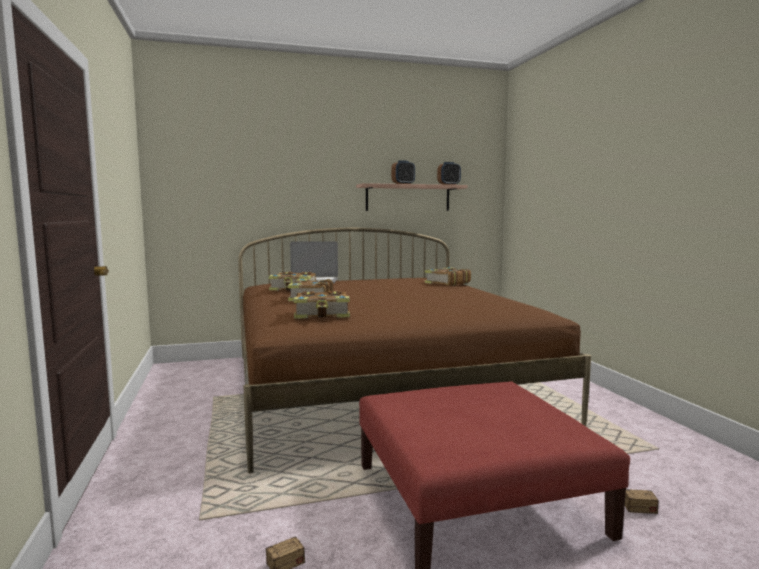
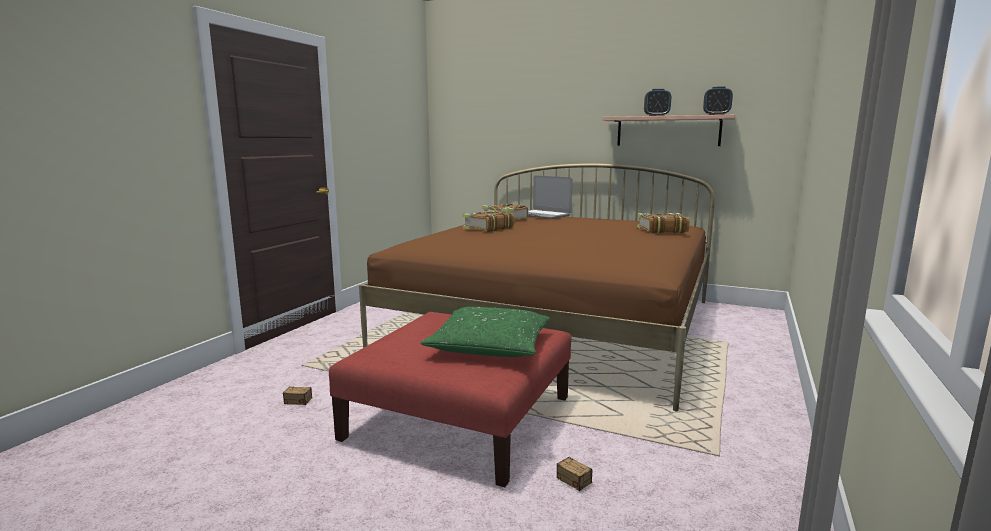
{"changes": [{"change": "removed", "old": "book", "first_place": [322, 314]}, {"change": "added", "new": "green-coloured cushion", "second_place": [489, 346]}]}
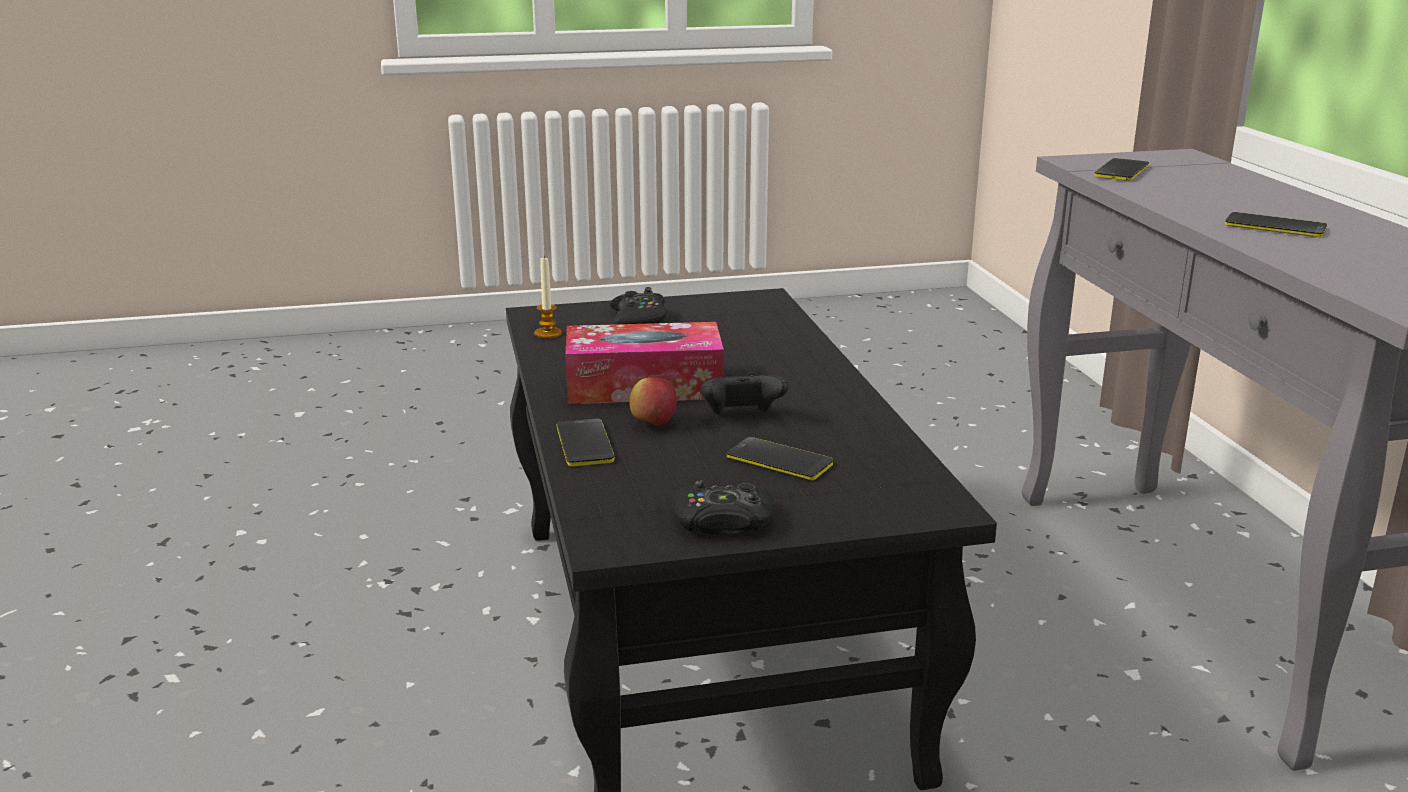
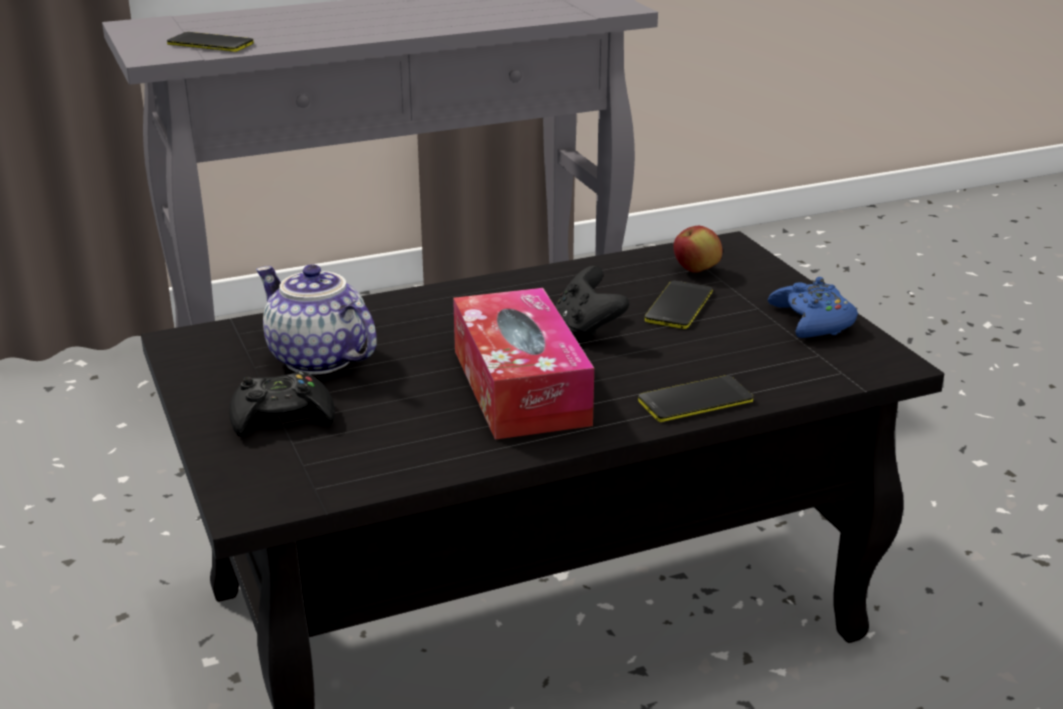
{"changes": [{"change": "removed", "old": "wax light", "first_place": [548, 333]}, {"change": "removed", "old": "telephone", "first_place": [1275, 227]}, {"change": "added", "new": "tea pot", "second_place": [315, 359]}, {"change": "moved", "old": "apple", "first_place": [653, 423], "second_place": [696, 271]}, {"change": "recoloured", "old": "black joypad", "new": "bluish joypad", "first_place": [722, 521], "second_place": [812, 321]}]}
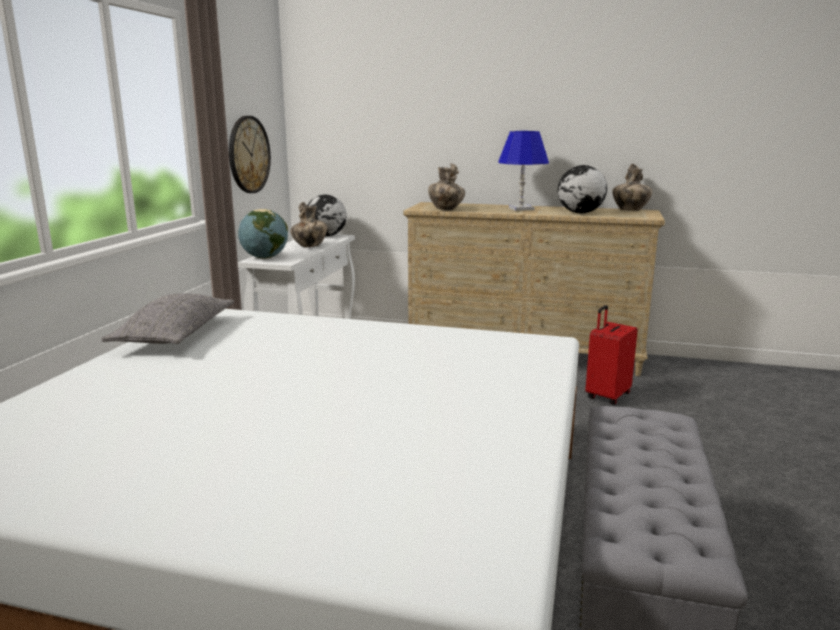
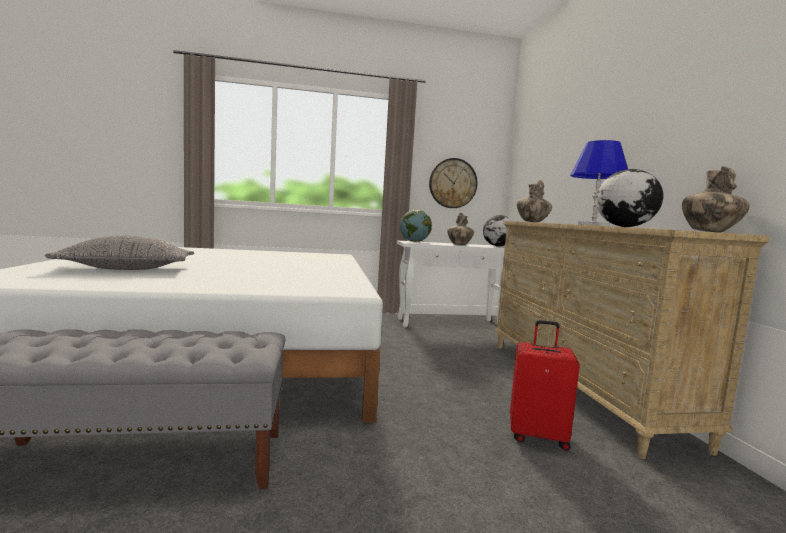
{"changes": [{"change": "moved", "old": "gray cushion", "first_place": [175, 336], "second_place": [127, 269]}]}
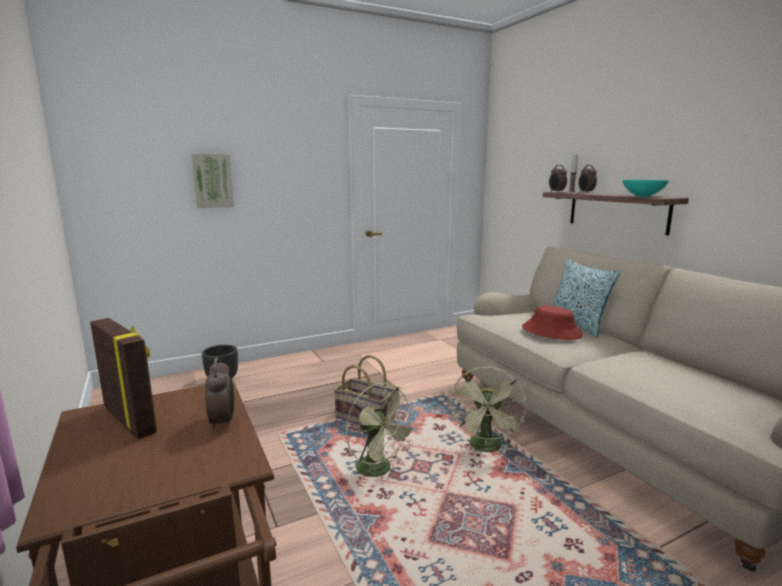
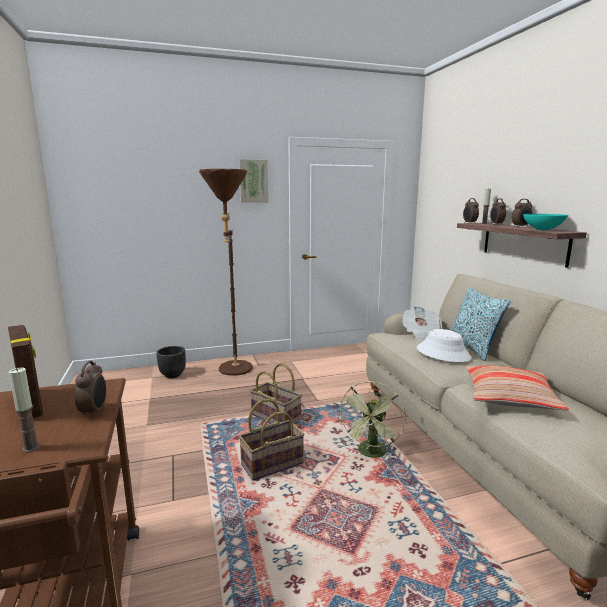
{"changes": [{"change": "added", "new": "wax light", "second_place": [31, 448]}, {"change": "added", "new": "brown standing lamp", "second_place": [233, 372]}, {"change": "added", "new": "printed paper", "second_place": [421, 335]}, {"change": "added", "new": "cushion", "second_place": [509, 397]}, {"change": "added", "new": "table clock", "second_place": [521, 227]}, {"change": "moved", "old": "picture", "first_place": [213, 180], "second_place": [253, 181]}, {"change": "replaced", "old": "green-coloured cooling fan", "new": "household basket", "first_place": [380, 470], "second_place": [272, 463]}, {"change": "recoloured", "old": "red hat", "new": "white hat", "first_place": [551, 331], "second_place": [443, 353]}]}
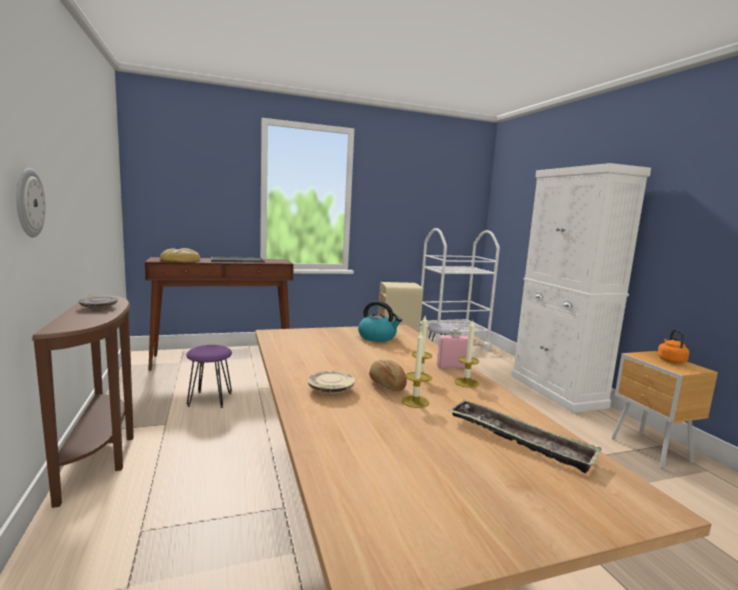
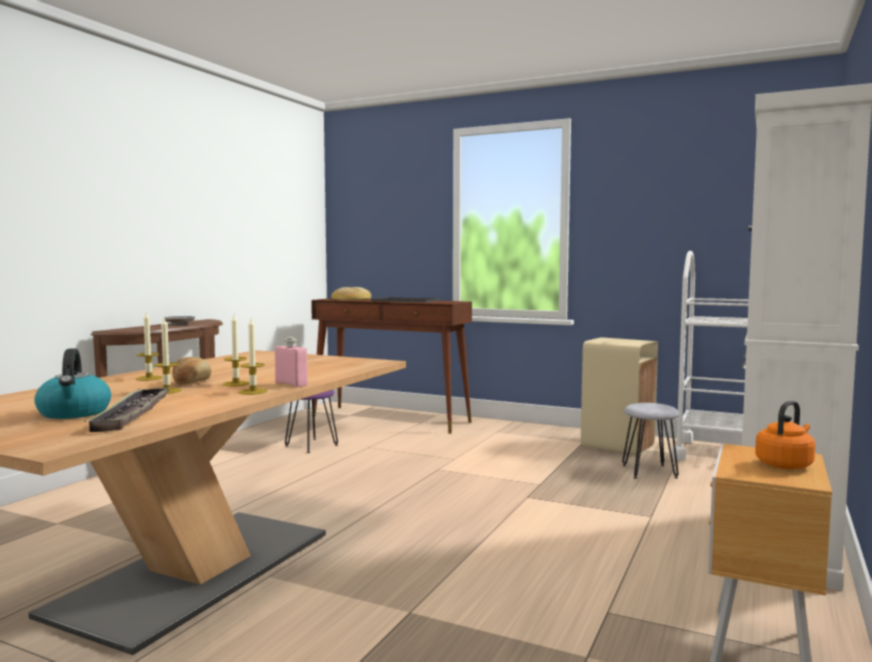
{"changes": [{"change": "removed", "old": "clock on the wall", "first_place": [28, 203]}, {"change": "moved", "old": "kettle", "first_place": [378, 337], "second_place": [74, 413]}, {"change": "replaced", "old": "beige flat dish", "new": "wax light", "first_place": [330, 390], "second_place": [149, 378]}]}
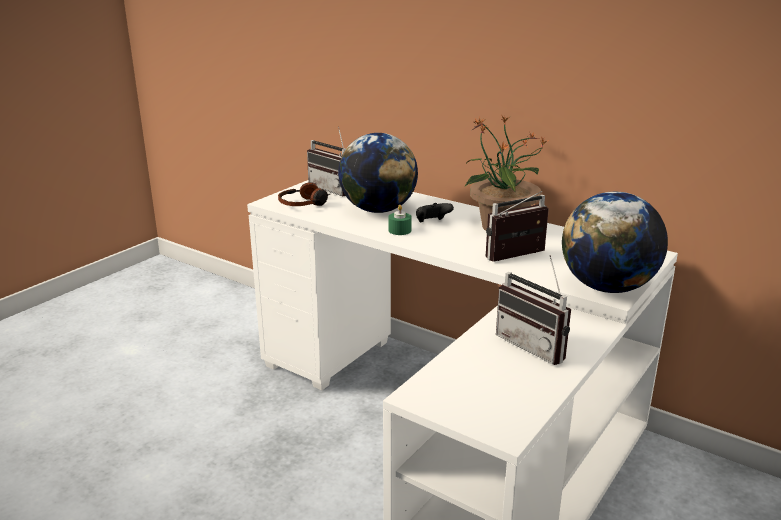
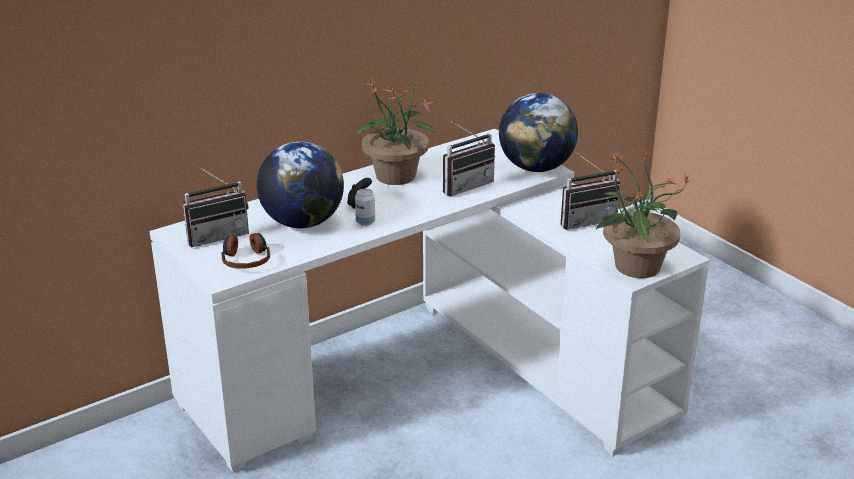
{"changes": [{"change": "added", "new": "houseplant", "second_place": [636, 267]}, {"change": "replaced", "old": "green-coloured wax light", "new": "sealed can", "first_place": [399, 230], "second_place": [365, 222]}, {"change": "turned", "old": "radio", "first_place": [518, 258], "second_place": [465, 185], "degrees": -120}]}
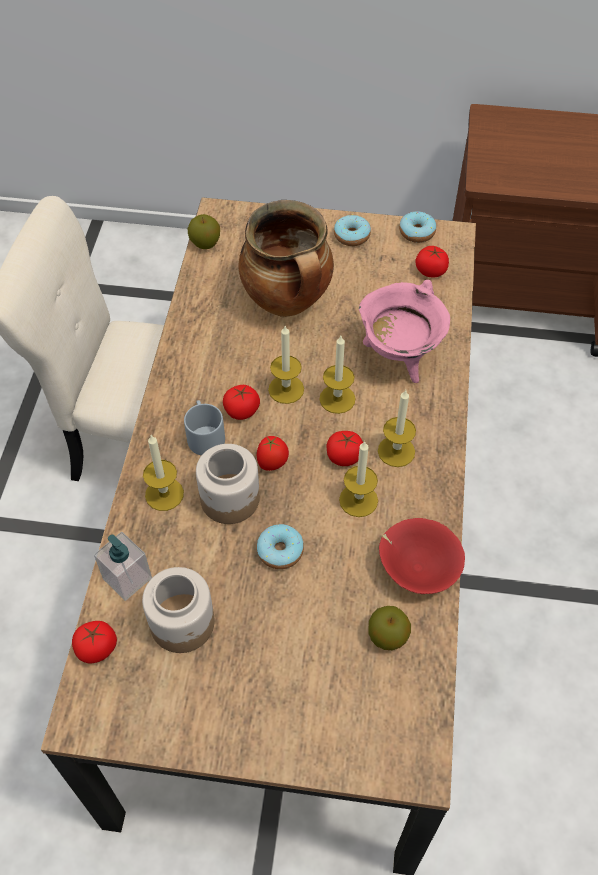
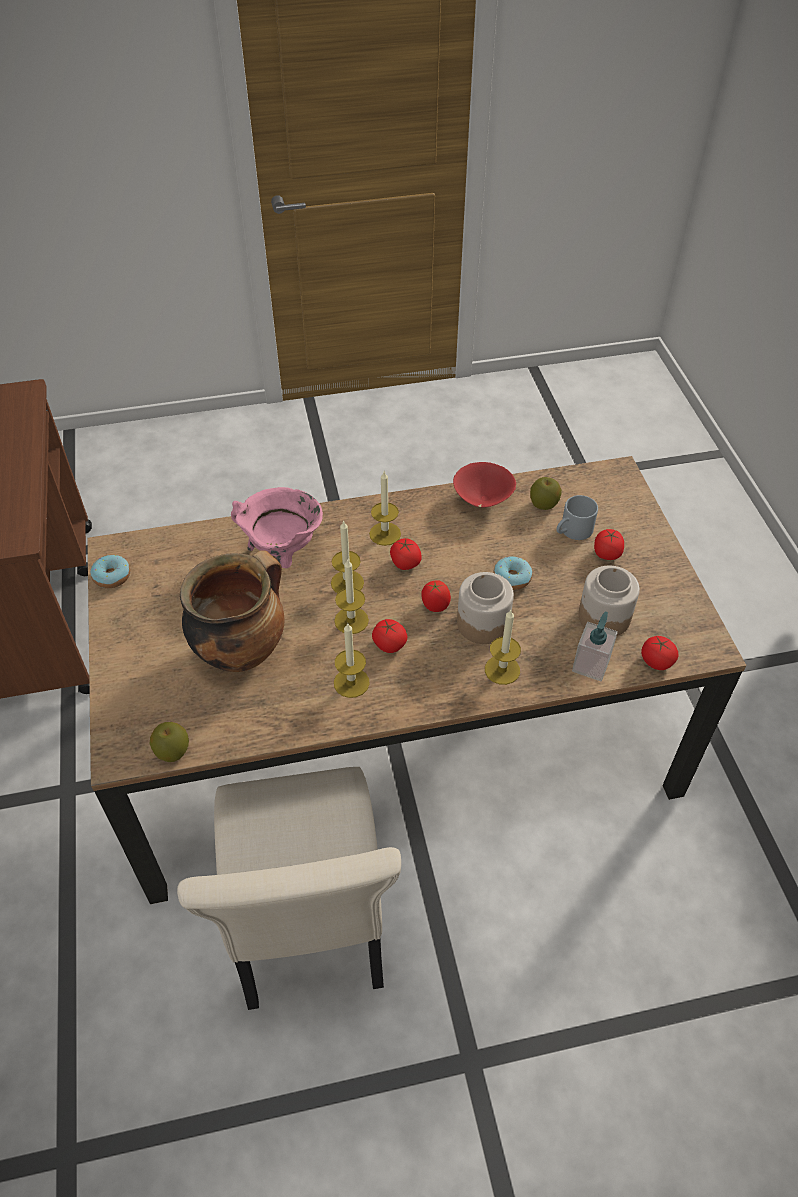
{"changes": [{"change": "removed", "old": "donut", "first_place": [351, 236]}, {"change": "moved", "old": "gray tea mug", "first_place": [204, 435], "second_place": [573, 531]}, {"change": "moved", "old": "wax light", "first_place": [358, 500], "second_place": [351, 682]}, {"change": "moved", "old": "whole tomato", "first_place": [431, 271], "second_place": [606, 553]}]}
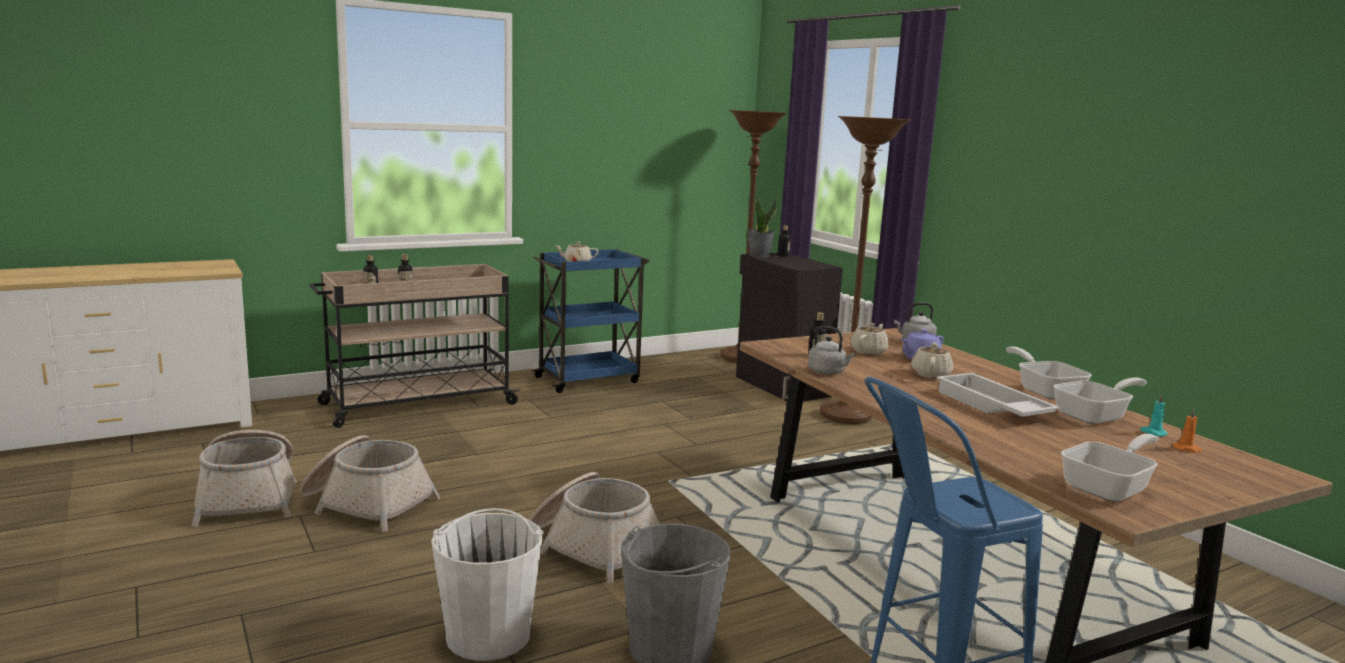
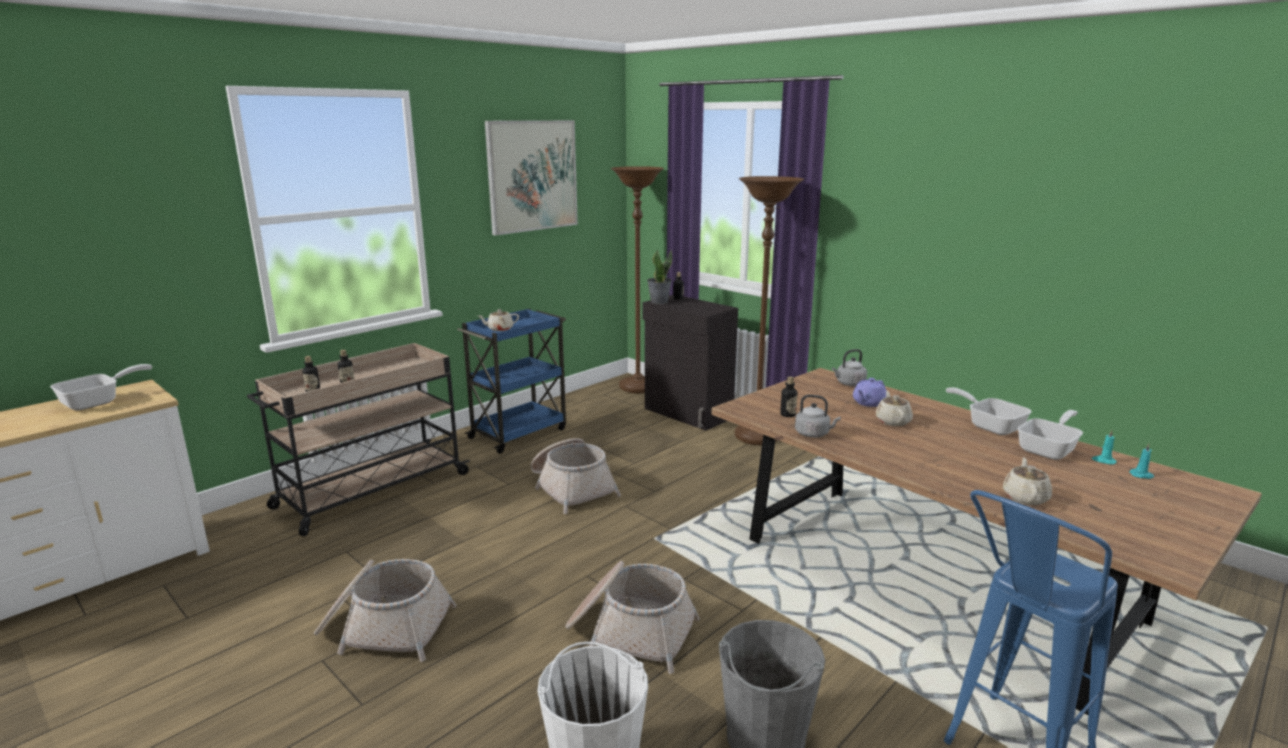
{"changes": [{"change": "removed", "old": "white carrying tray", "first_place": [991, 406]}, {"change": "added", "new": "picture", "second_place": [532, 176]}, {"change": "moved", "old": "household basket", "first_place": [249, 497], "second_place": [572, 488]}, {"change": "moved", "old": "beige tea pot", "first_place": [869, 351], "second_place": [1025, 497]}, {"change": "moved", "old": "pan", "first_place": [1110, 488], "second_place": [98, 402]}, {"change": "recoloured", "old": "orange-coloured wax light", "new": "blue-green wax light", "first_place": [1187, 449], "second_place": [1141, 475]}]}
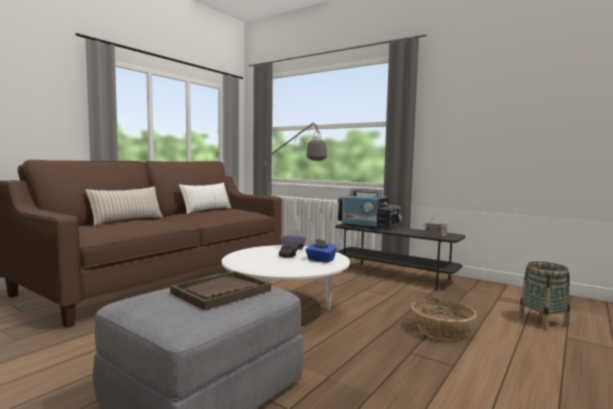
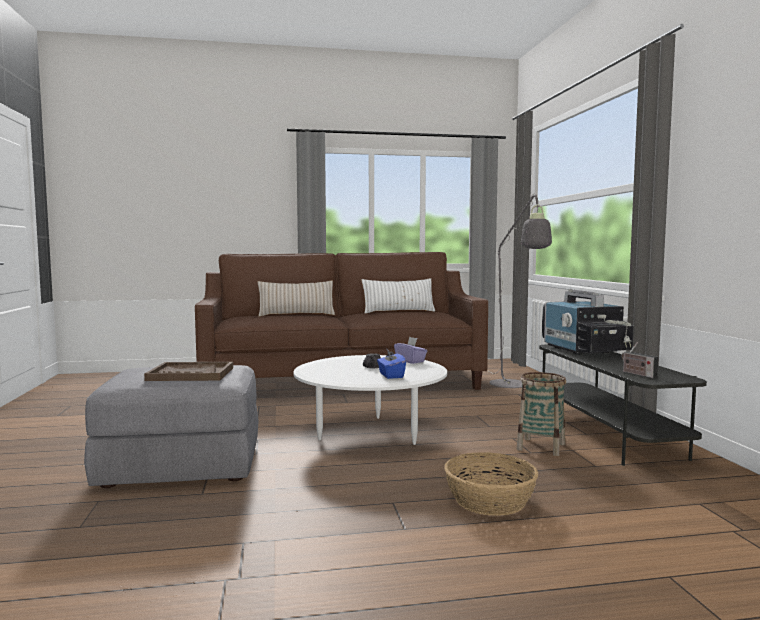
{"changes": [{"change": "moved", "old": "household basket", "first_place": [543, 321], "second_place": [541, 447]}]}
